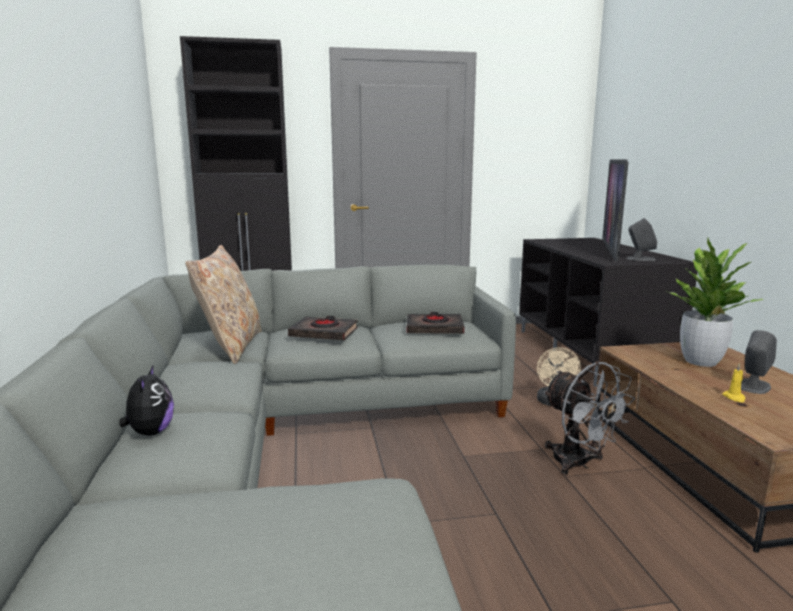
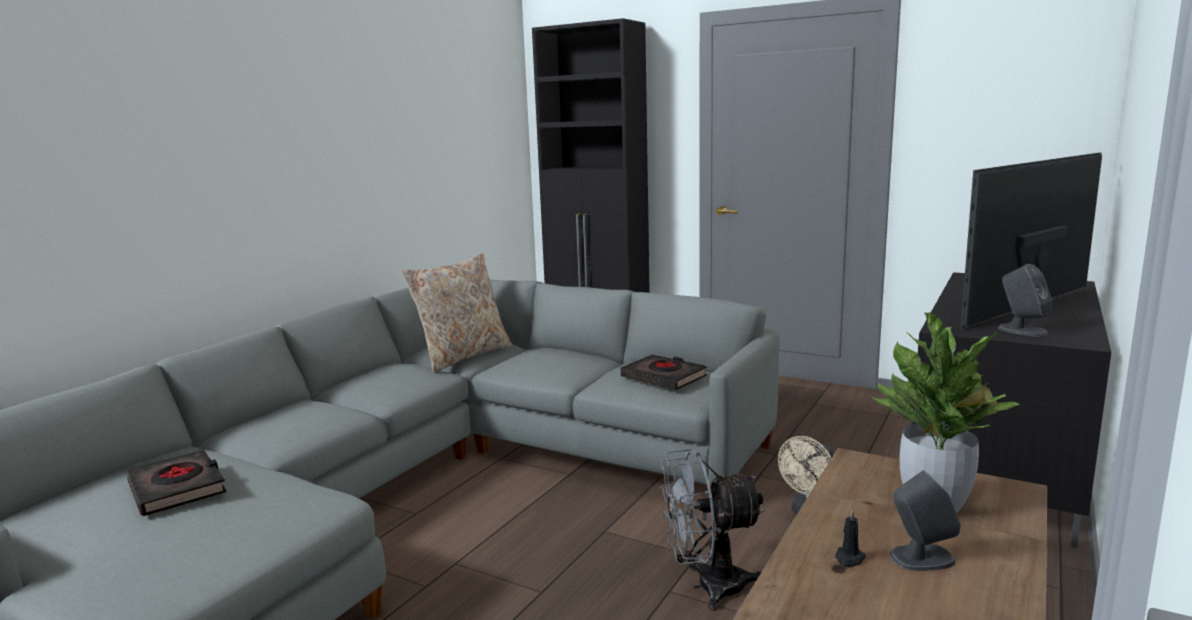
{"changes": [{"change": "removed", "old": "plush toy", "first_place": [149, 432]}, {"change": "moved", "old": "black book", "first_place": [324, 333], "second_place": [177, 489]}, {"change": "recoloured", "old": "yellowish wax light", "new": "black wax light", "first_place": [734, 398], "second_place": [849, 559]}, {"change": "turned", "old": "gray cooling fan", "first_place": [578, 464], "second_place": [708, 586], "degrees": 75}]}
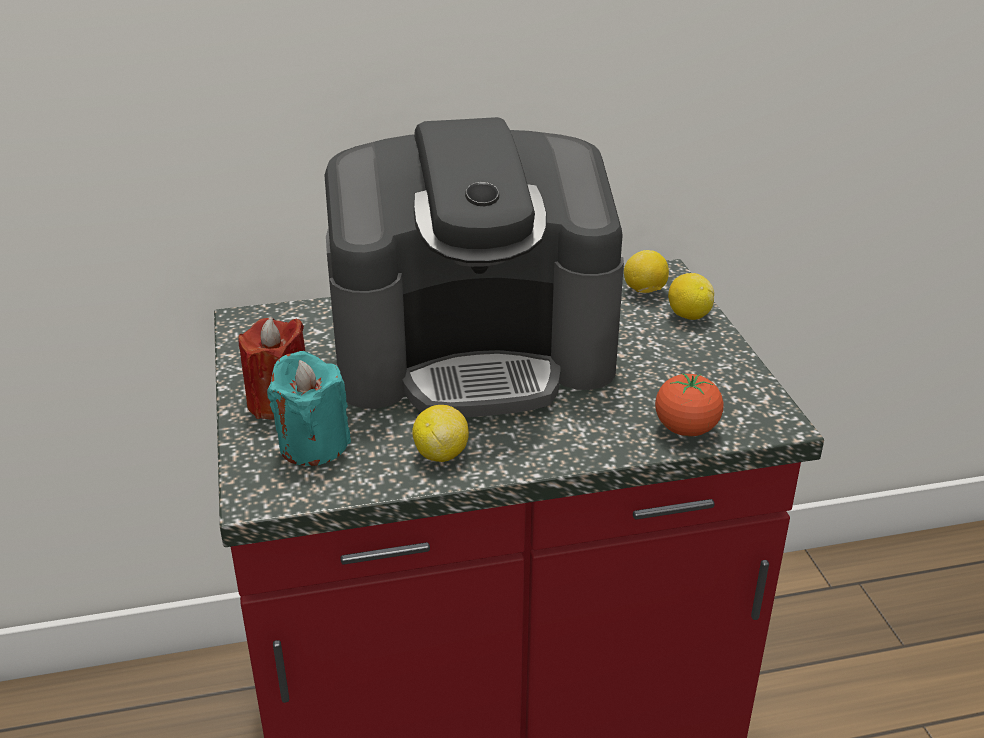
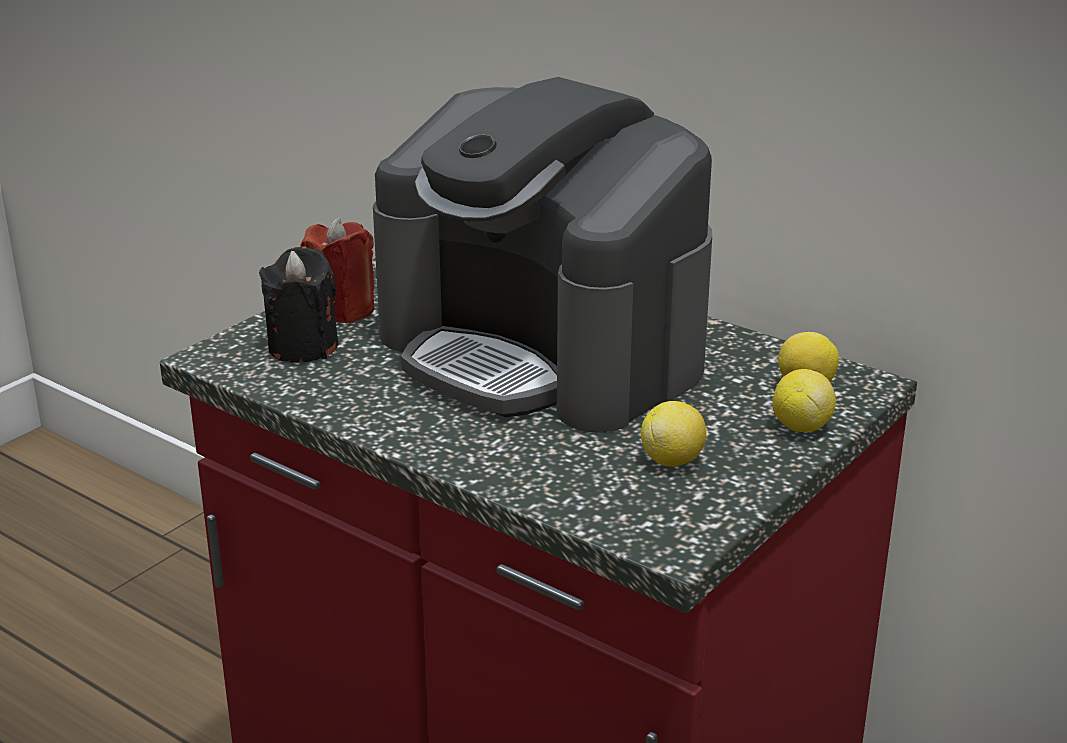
{"changes": [{"change": "removed", "old": "whole tomato", "first_place": [686, 429]}, {"change": "moved", "old": "lemon", "first_place": [441, 454], "second_place": [672, 460]}, {"change": "recoloured", "old": "blue-green wax light", "new": "black wax light", "first_place": [313, 445], "second_place": [303, 347]}]}
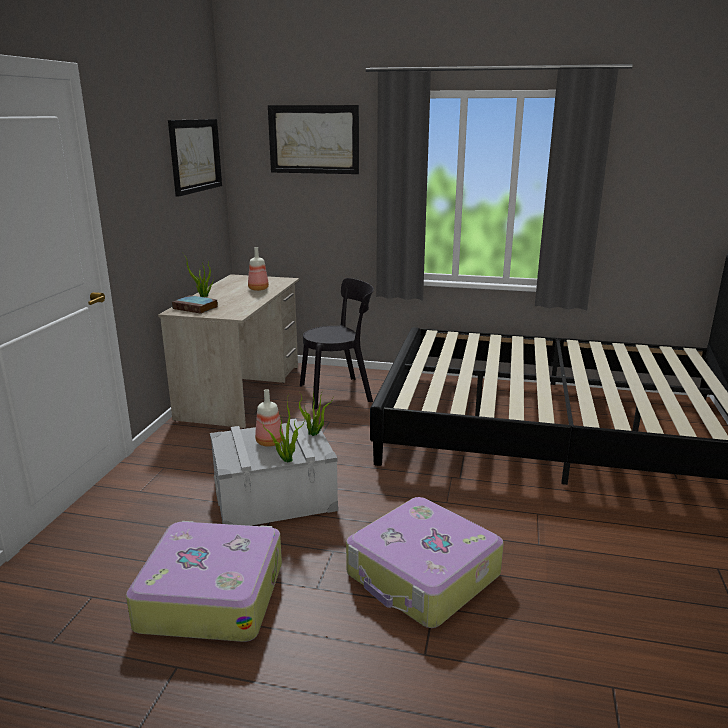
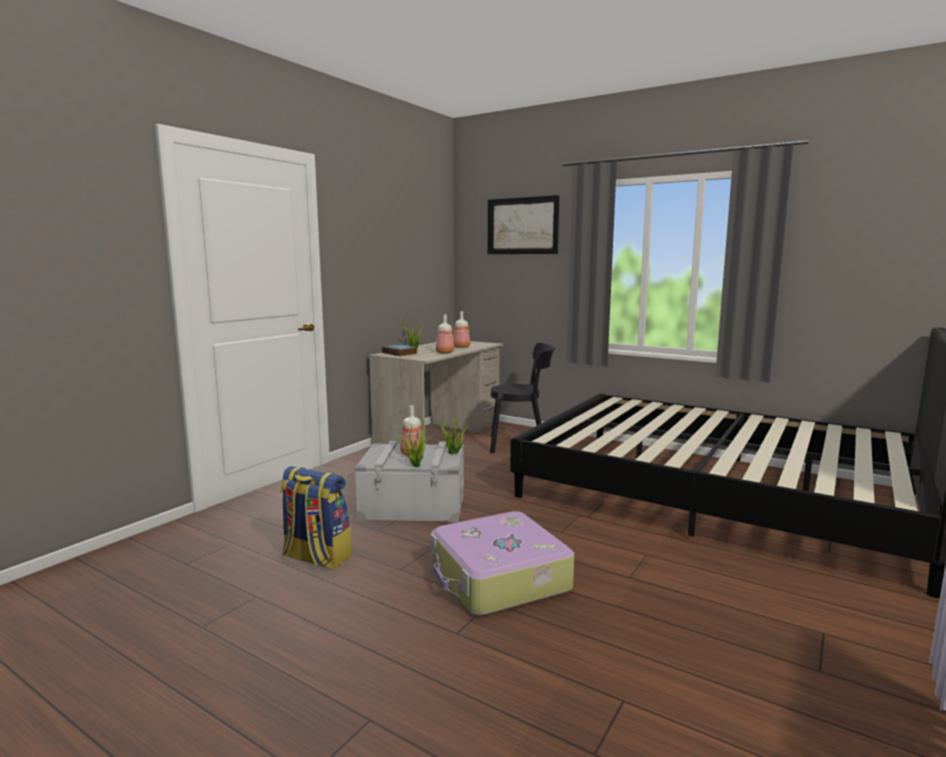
{"changes": [{"change": "removed", "old": "picture", "first_place": [195, 155]}, {"change": "added", "new": "beverage bottle", "second_place": [444, 352]}, {"change": "replaced", "old": "suitcase", "new": "knapsack", "first_place": [211, 594], "second_place": [316, 557]}]}
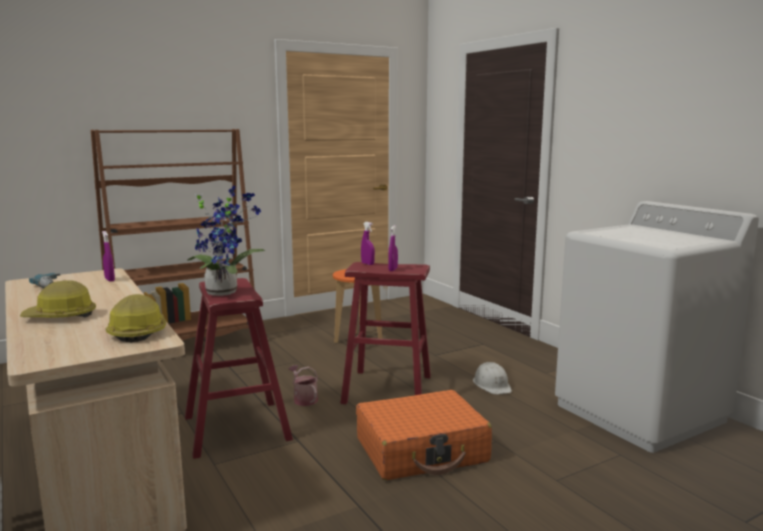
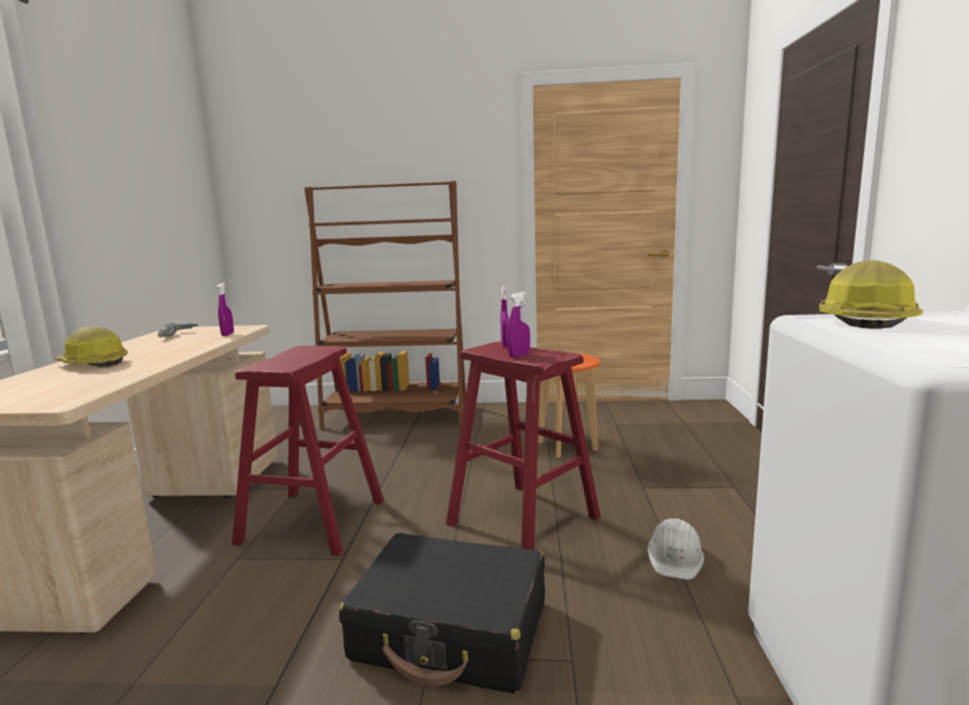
{"changes": [{"change": "removed", "old": "houseplant", "first_place": [225, 291]}, {"change": "removed", "old": "sprinkling can", "first_place": [304, 399]}, {"change": "moved", "old": "safety helmet", "first_place": [138, 332], "second_place": [863, 320]}, {"change": "recoloured", "old": "orange-coloured suitcase", "new": "black suitcase", "first_place": [422, 450], "second_place": [451, 631]}]}
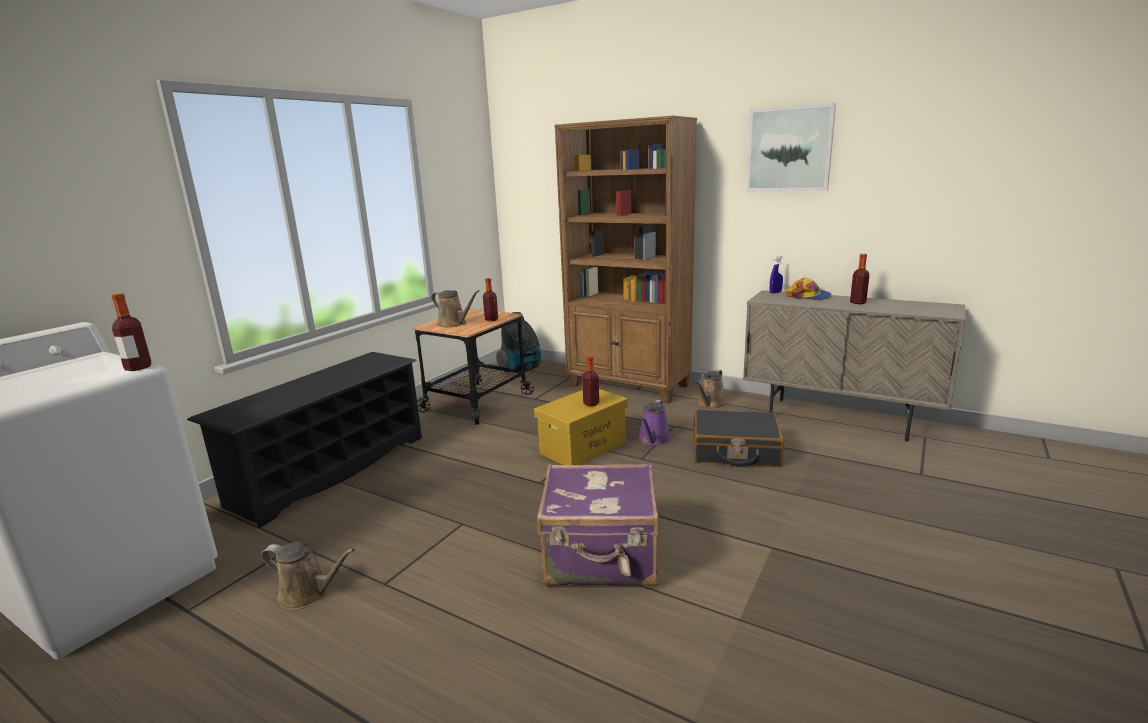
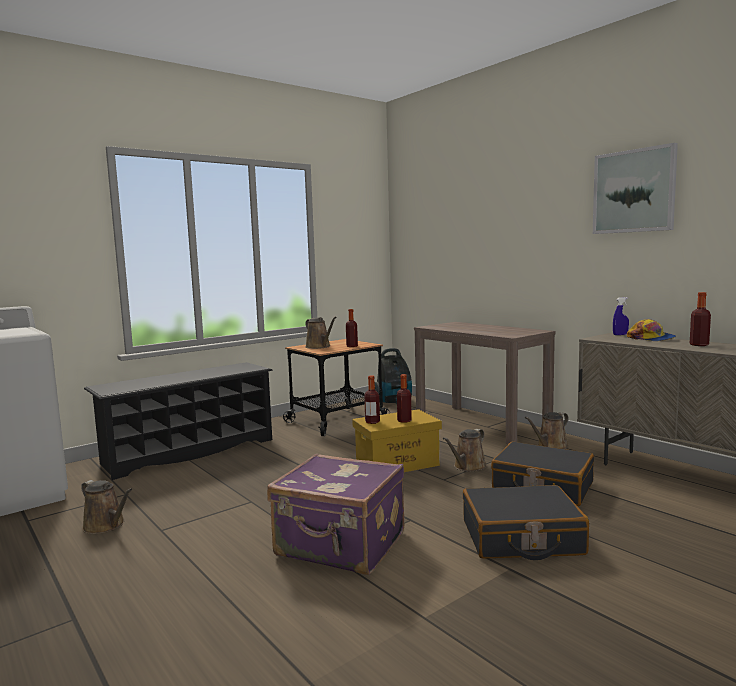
{"changes": [{"change": "added", "new": "black suitcase", "second_place": [521, 538]}, {"change": "moved", "old": "beverage bottle", "first_place": [138, 367], "second_place": [372, 422]}, {"change": "replaced", "old": "brown bookshelf", "new": "brown narrow table", "first_place": [629, 386], "second_place": [481, 424]}, {"change": "recoloured", "old": "purple-coloured sprinkling can", "new": "brown sprinkling can", "first_place": [653, 440], "second_place": [468, 467]}]}
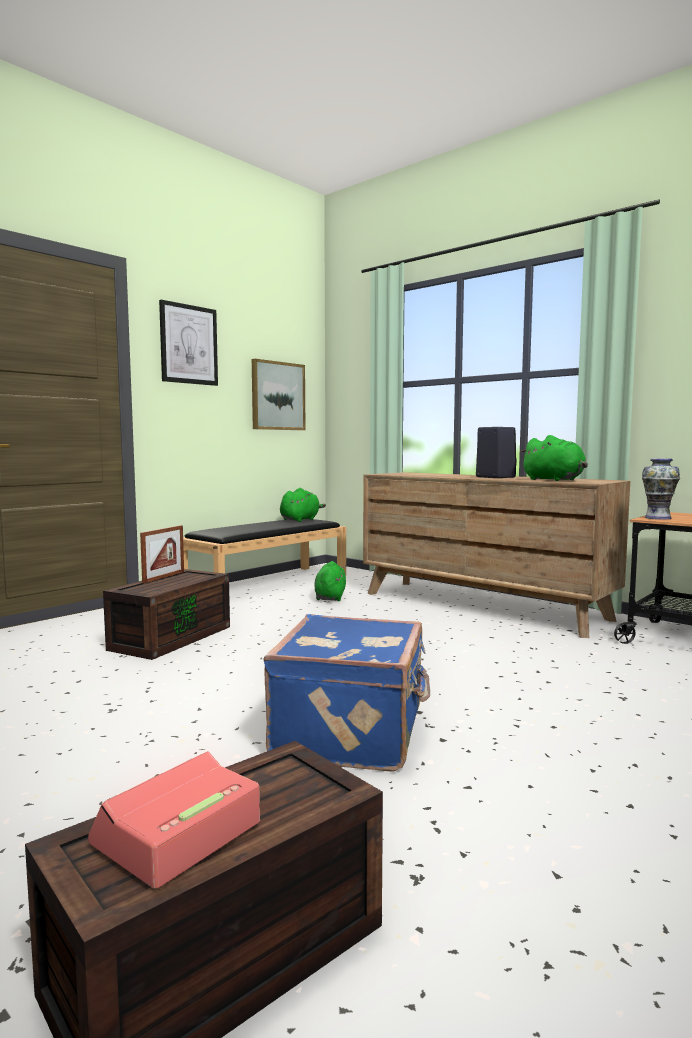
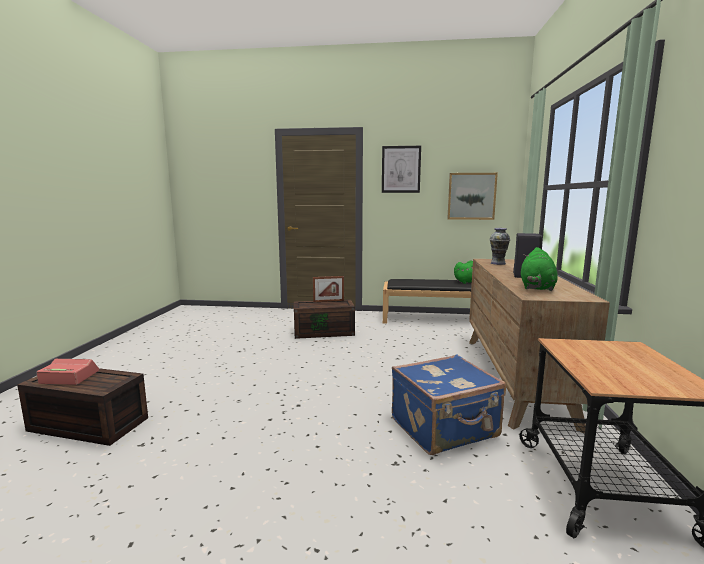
{"changes": [{"change": "removed", "old": "green-coloured plush toy", "first_place": [330, 597]}, {"change": "moved", "old": "bluish suitcase", "first_place": [353, 733], "second_place": [445, 428]}, {"change": "moved", "old": "decorative vase", "first_place": [658, 518], "second_place": [498, 263]}]}
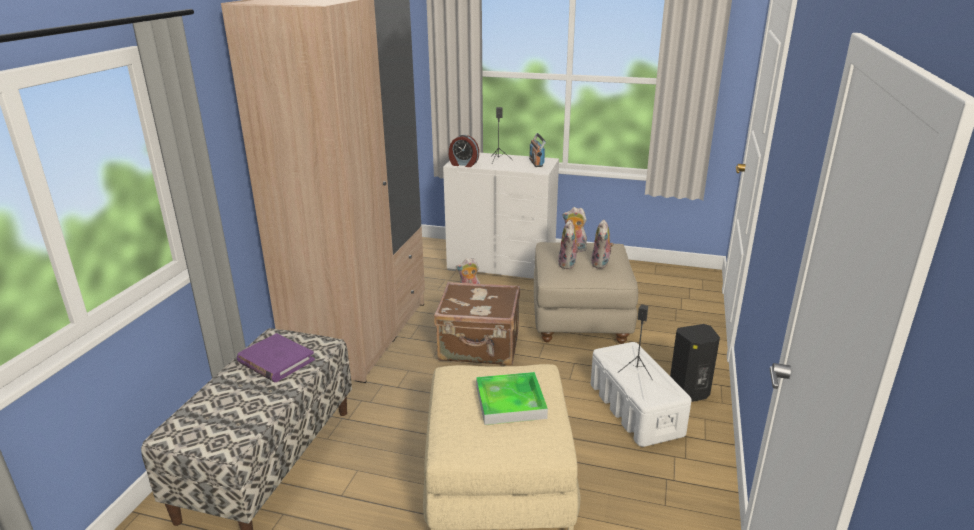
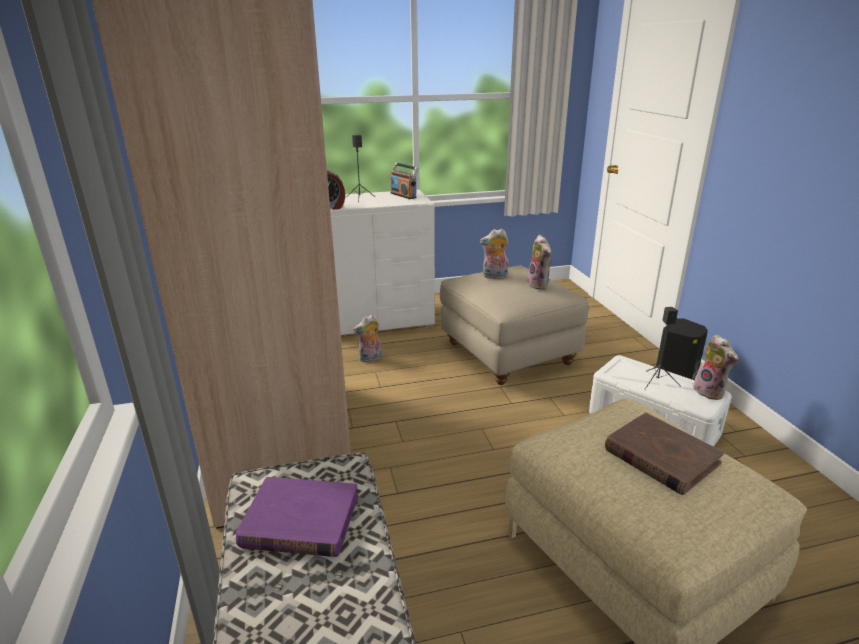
{"changes": [{"change": "removed", "old": "brown suitcase", "first_place": [479, 347]}, {"change": "moved", "old": "plush toy", "first_place": [568, 265], "second_place": [710, 392]}, {"change": "replaced", "old": "carrying tray", "new": "brown book", "first_place": [510, 402], "second_place": [660, 456]}]}
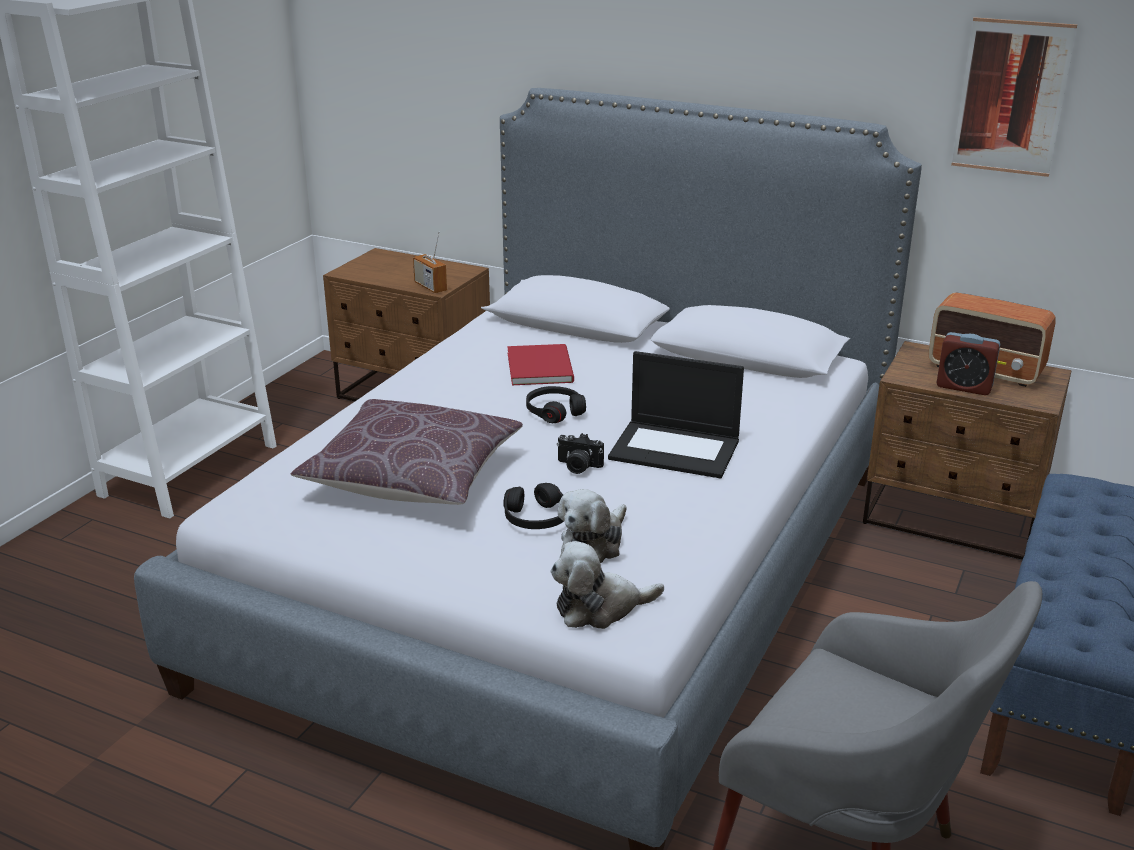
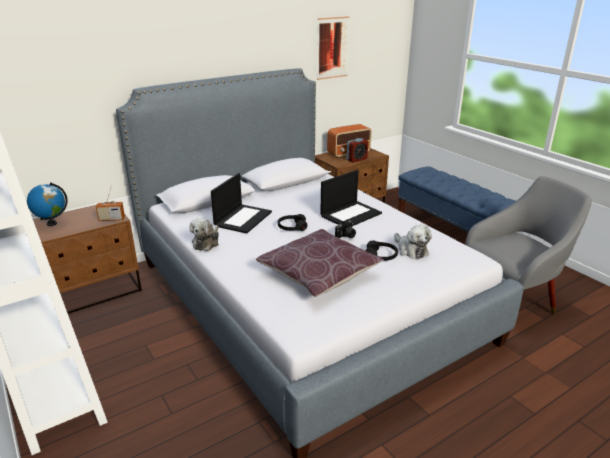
{"changes": [{"change": "added", "new": "desk globe", "second_place": [51, 223]}, {"change": "moved", "old": "plush toy", "first_place": [600, 608], "second_place": [206, 242]}, {"change": "replaced", "old": "red book", "new": "portable computer", "first_place": [541, 366], "second_place": [243, 218]}]}
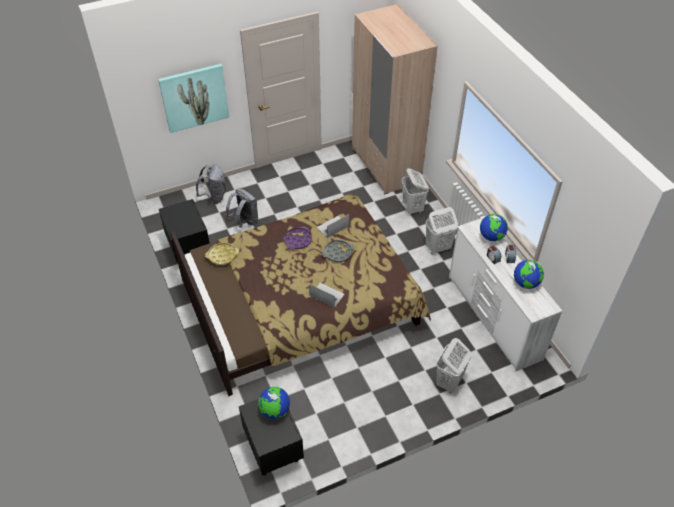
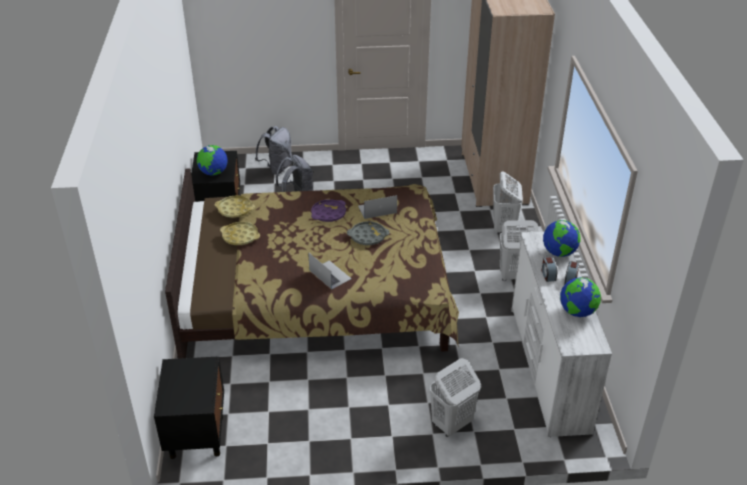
{"changes": [{"change": "removed", "old": "picture", "first_place": [194, 97]}, {"change": "added", "new": "yellowish carrying tray", "second_place": [240, 236]}, {"change": "moved", "old": "desk globe", "first_place": [275, 410], "second_place": [213, 173]}]}
